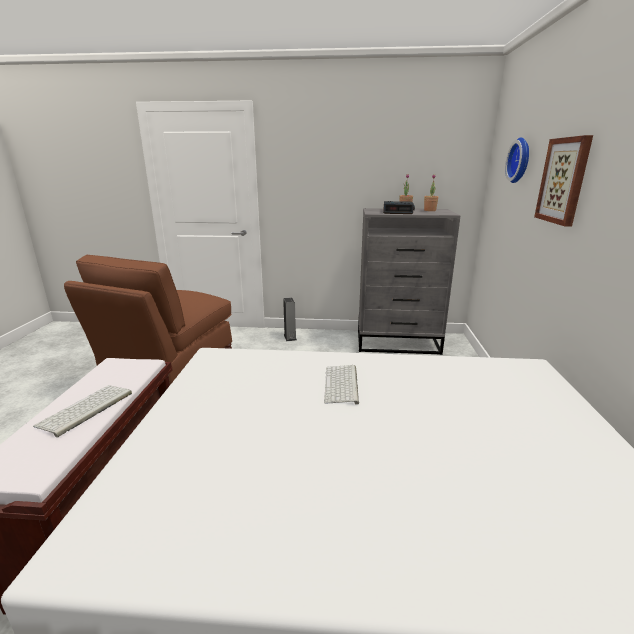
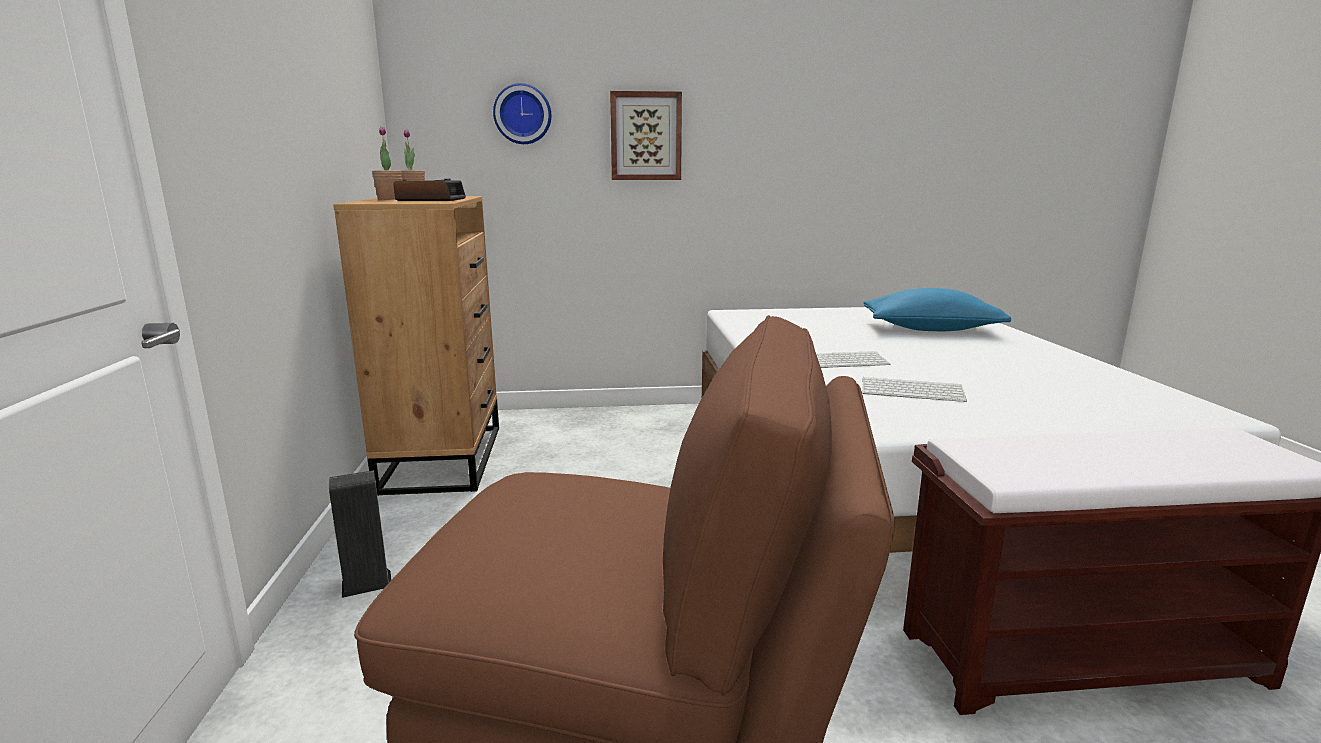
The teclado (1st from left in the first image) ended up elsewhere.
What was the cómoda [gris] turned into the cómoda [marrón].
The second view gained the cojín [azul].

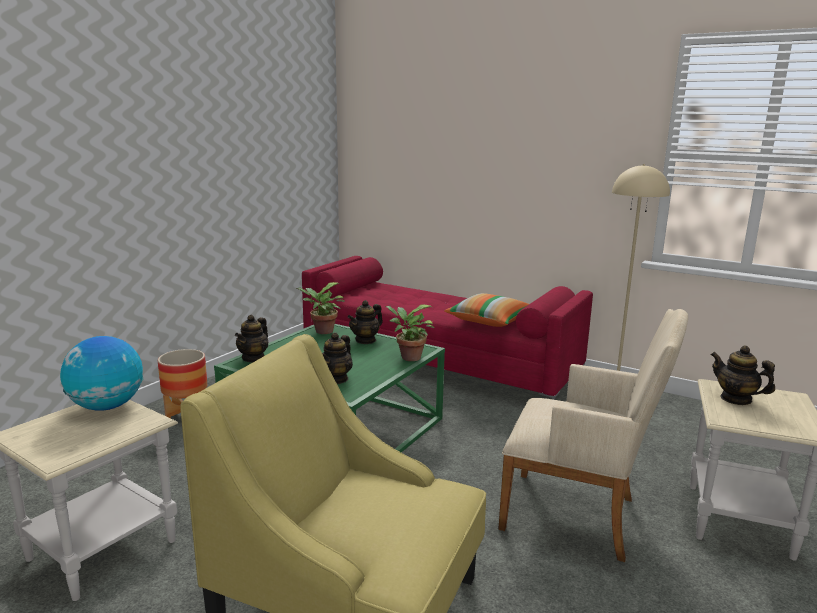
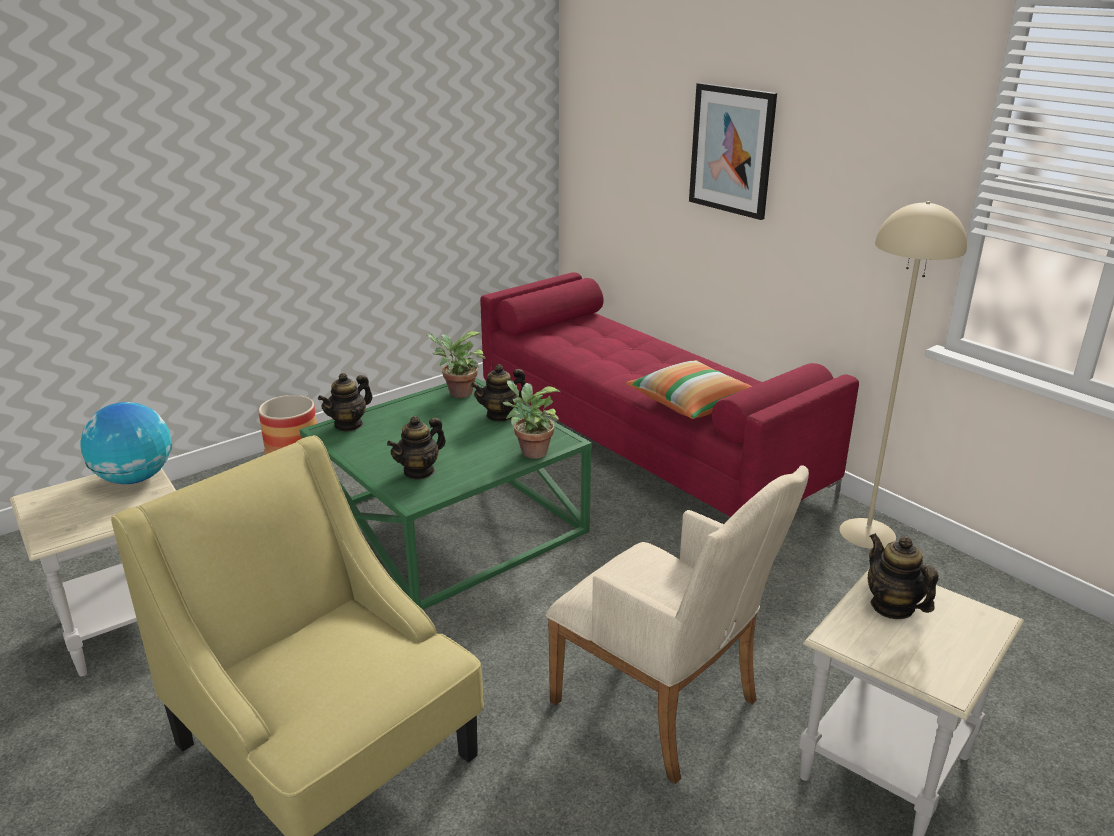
The second view gained the cuadro.

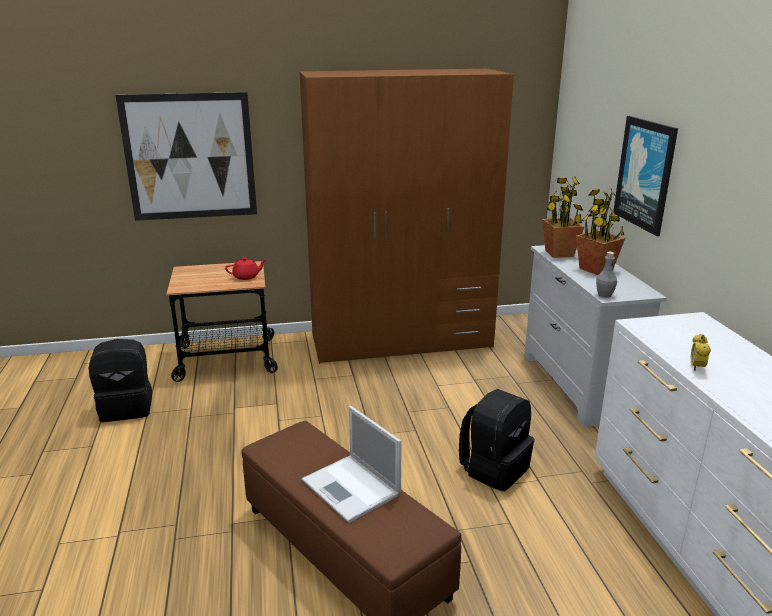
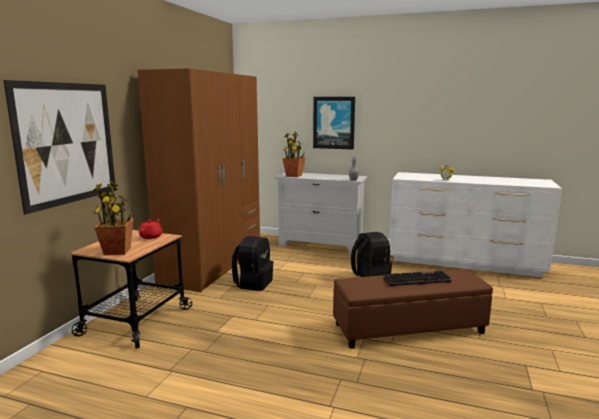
The mochila [negro] (1st from left) ended up elsewhere.
Where the portátil stood, the teclado came to stand.
The planta en maceta (2nd from left in the first image) ended up elsewhere.

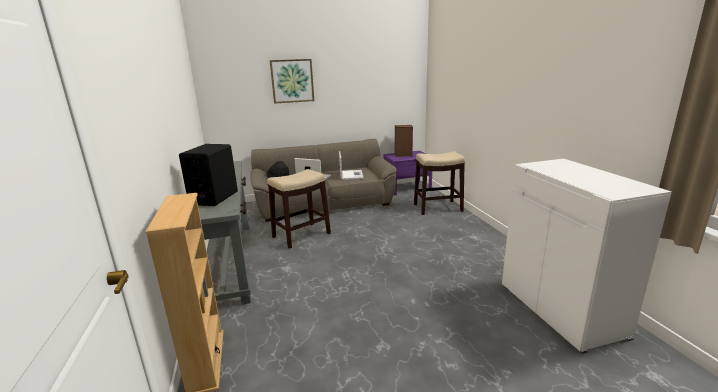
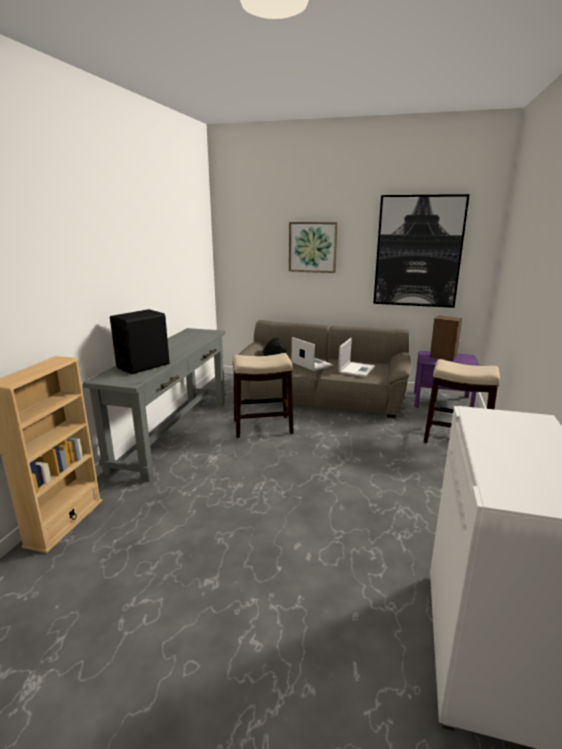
The second view gained the cuadro (2nd from left).

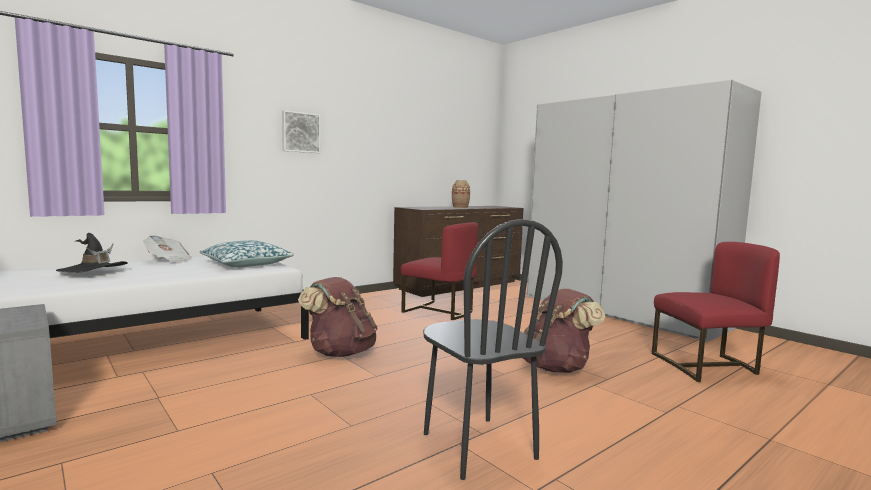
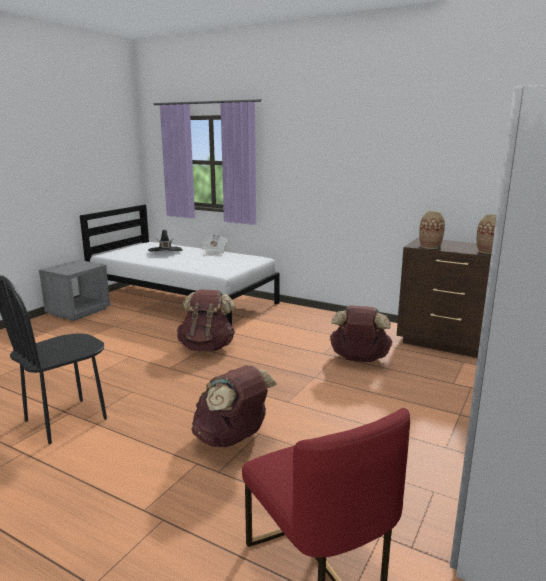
The second view lost the cojín.
The second view lost the cuadro.
Where the silla [rojo] (1st from left) stood, the mochila [marrón] (3rd from left) came to stand.
The second view gained the florero (1st from left).

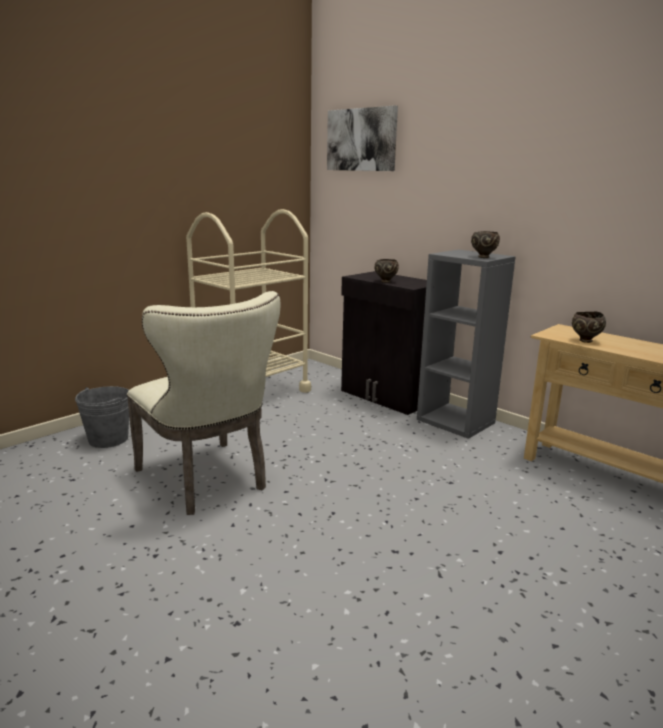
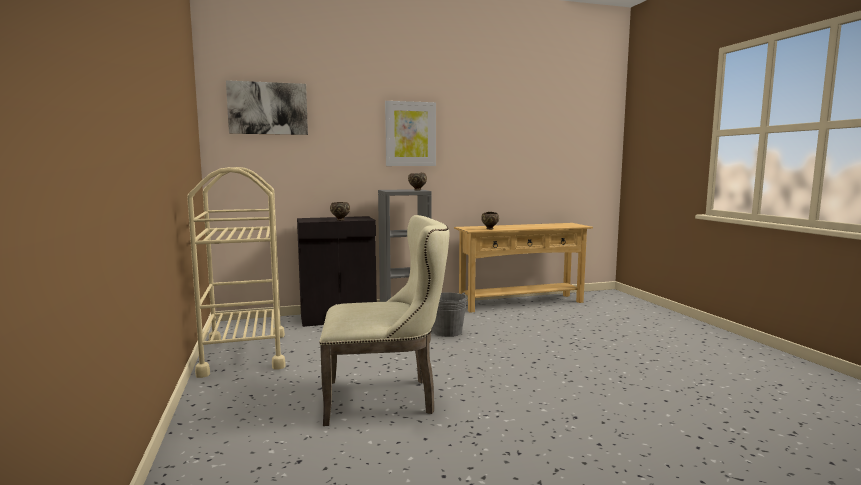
The cubo [gris] ended up elsewhere.
The second view gained the cuadro (2nd from left).

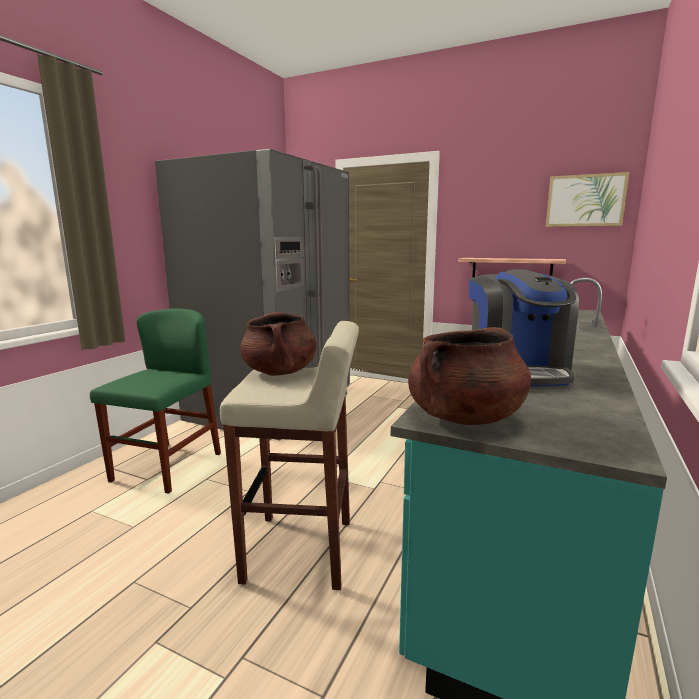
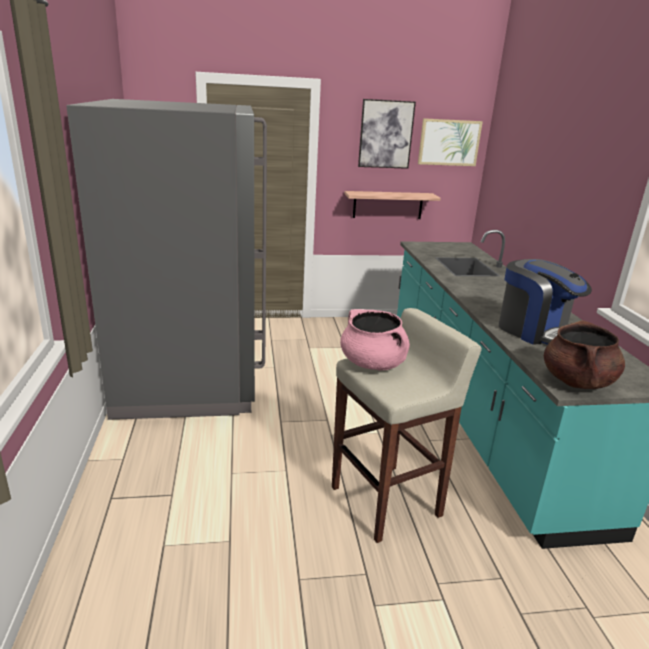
The second view lost the silla [verde].
What was the olla [marrón] (1st from left) turned into the olla [rosa].
The second view gained the cuadro (1st from left).

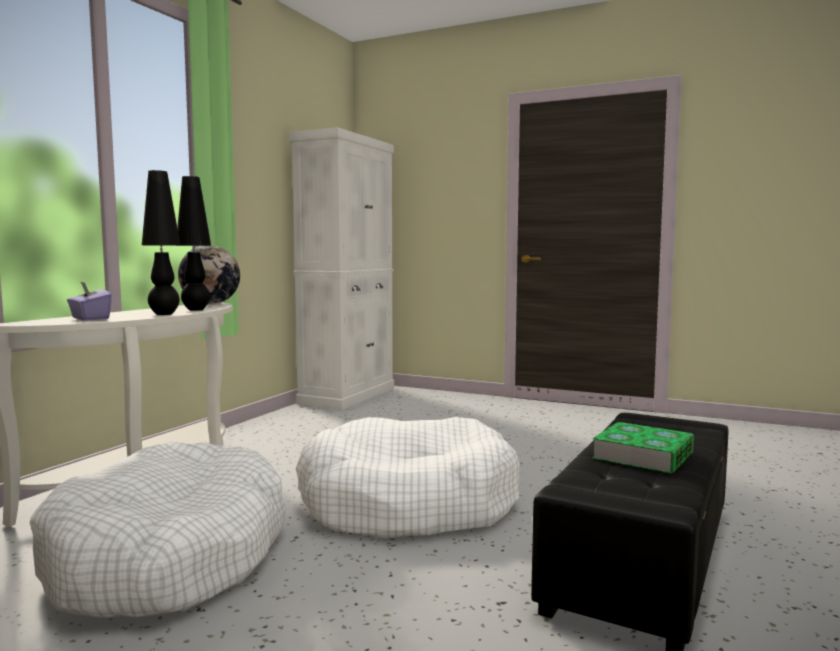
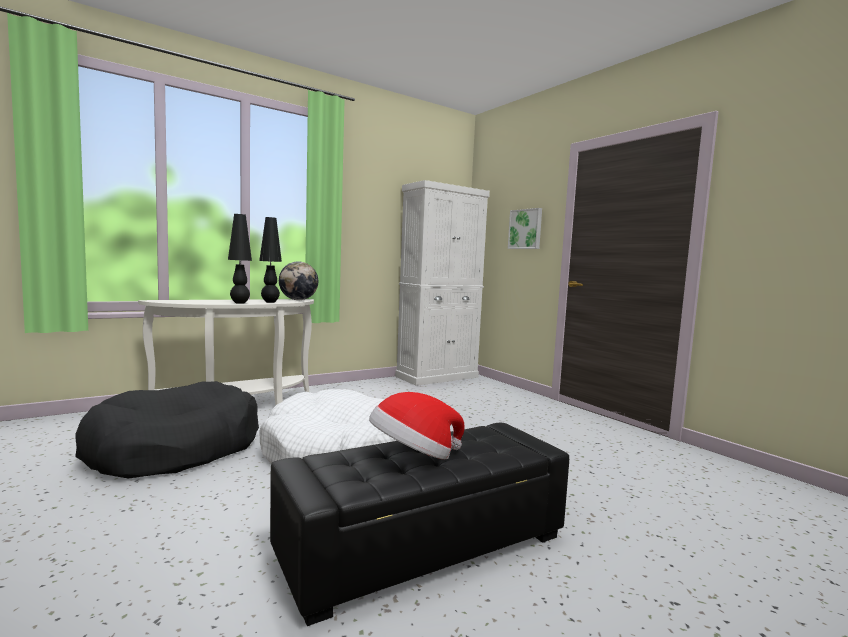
What was the cama para perro [blanco] (1st from left) turned into the cama para perro [negro].
The second view lost the caja de pañuelos [morado].
Where the libro stood, the sombrero came to stand.
The second view gained the cuadro.

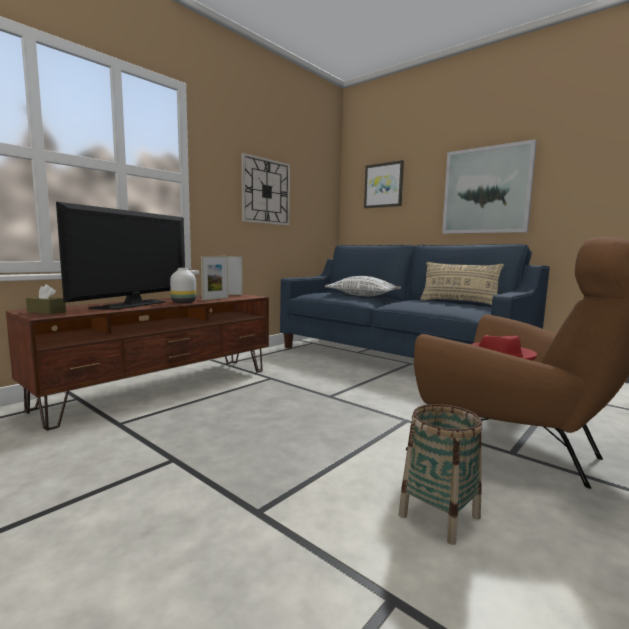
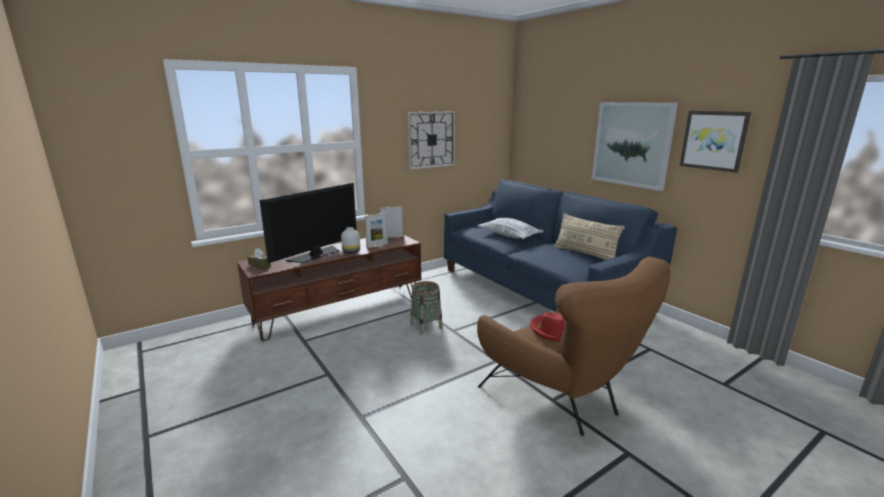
The cuadro (1st from left in the first image) ended up elsewhere.
The cesta ended up elsewhere.

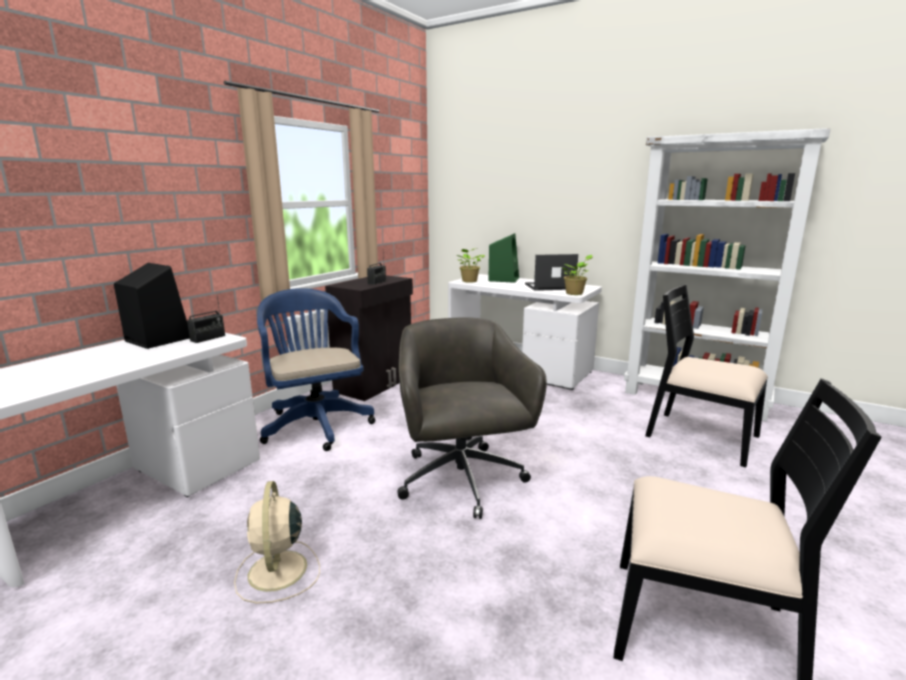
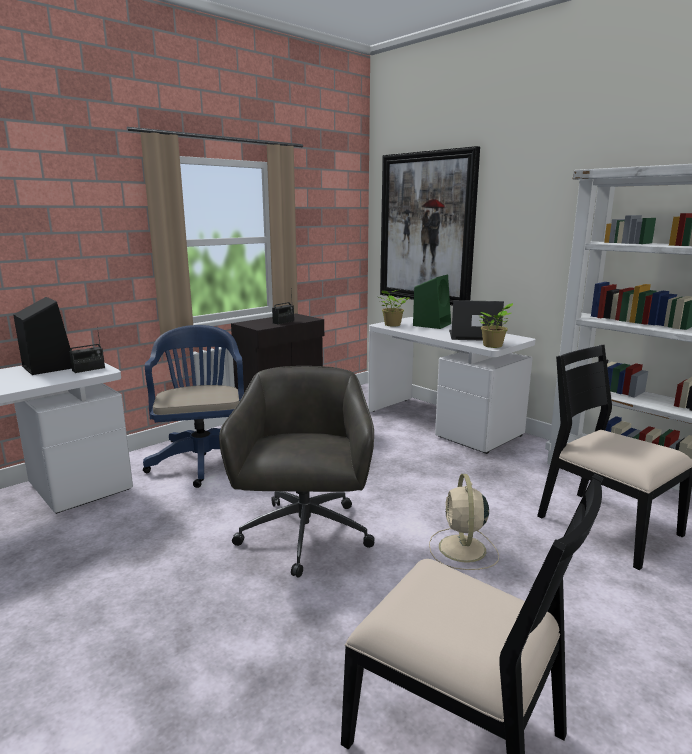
The ventilador [beis] ended up elsewhere.
The second view gained the cuadro.

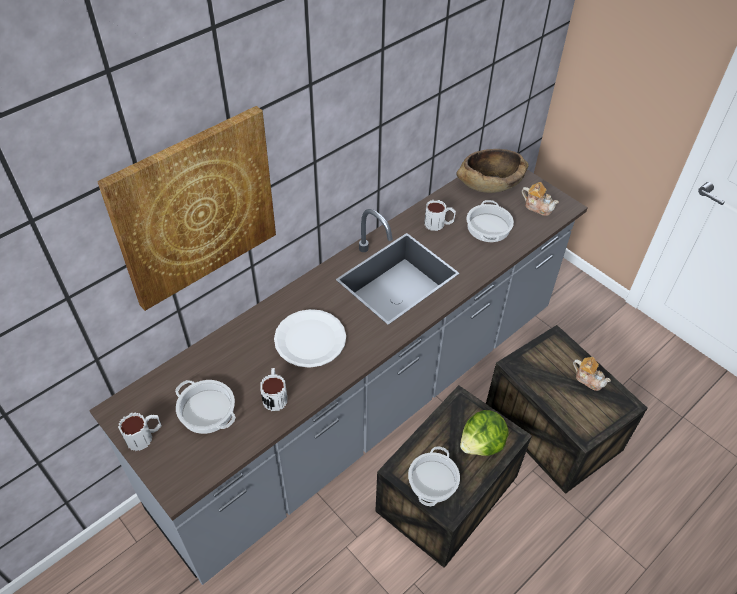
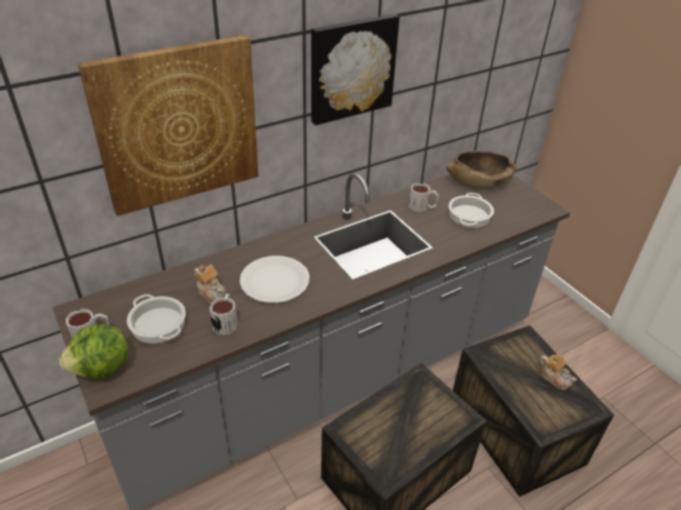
The second view lost the olla (2nd from left).
The lechuga ended up elsewhere.
The tetera (1st from left) ended up elsewhere.
The second view gained the cuadro (2nd from left).

